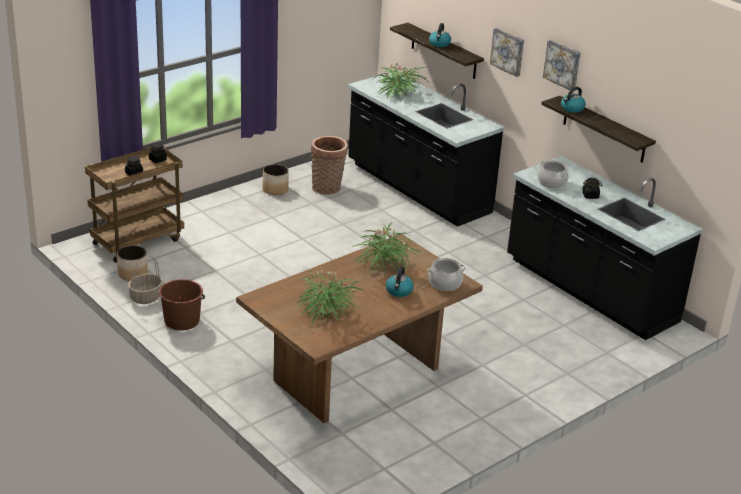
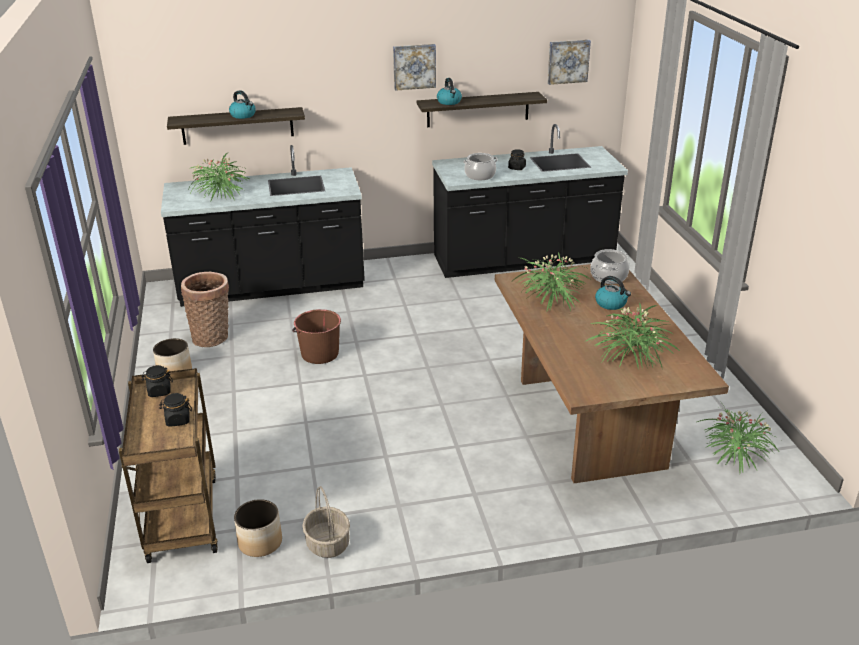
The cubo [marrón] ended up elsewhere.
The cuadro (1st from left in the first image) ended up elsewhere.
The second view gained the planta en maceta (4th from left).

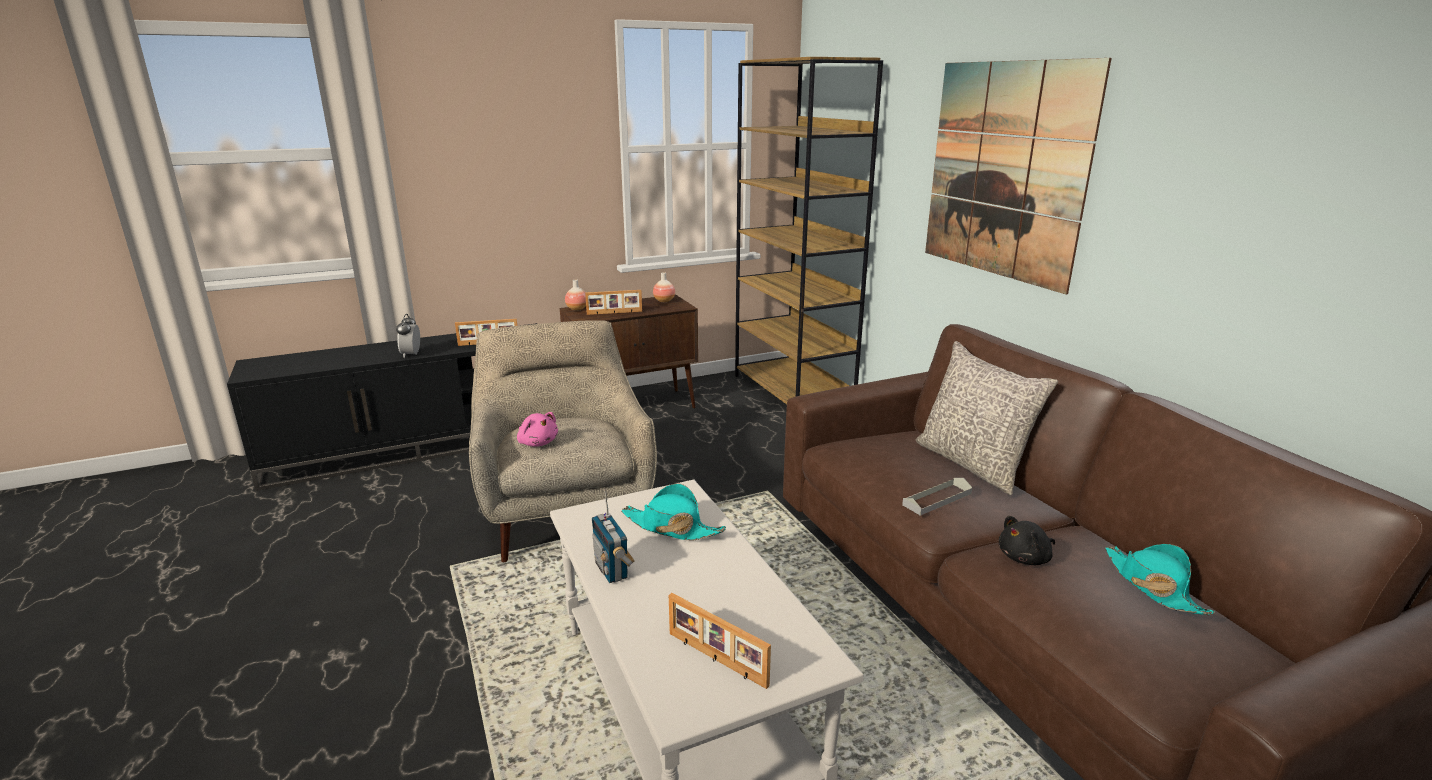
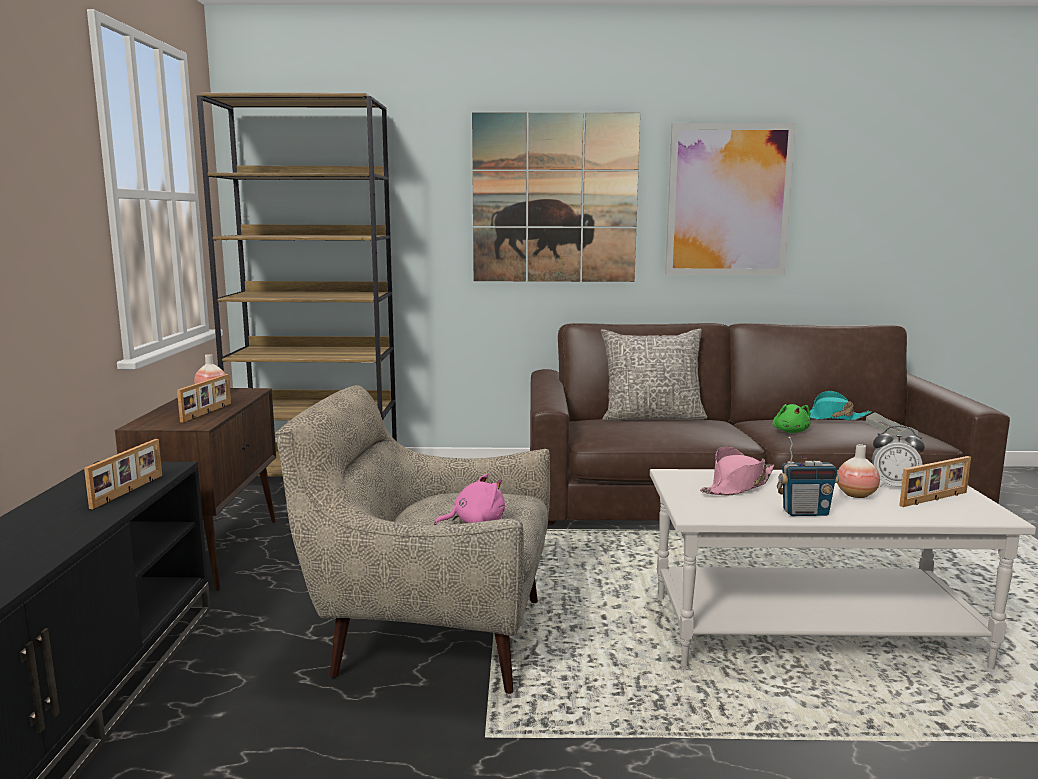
The despertador ended up elsewhere.
The florero (1st from left in the first image) ended up elsewhere.
What was the sombrero [turquesa] (1st from left) turned into the sombrero [rosa].
The bandeja [gris] ended up elsewhere.
What was the peluche [negro] turned into the peluche [verde].
The second view gained the cuadro (2nd from left).

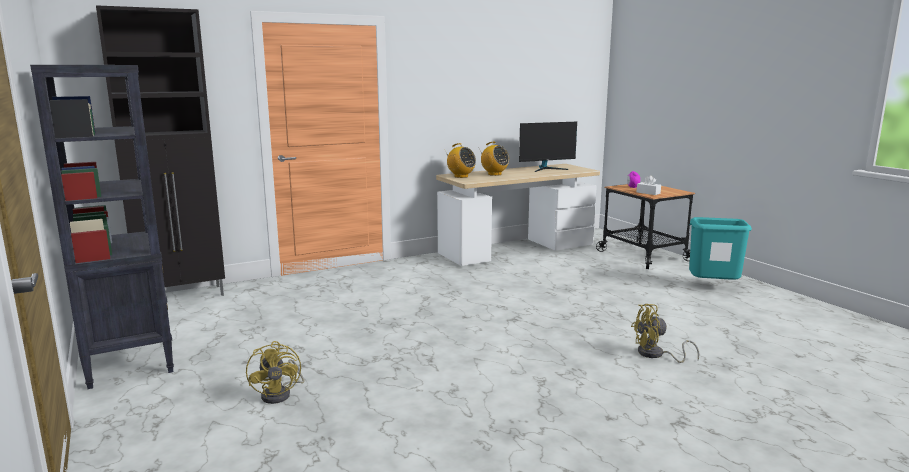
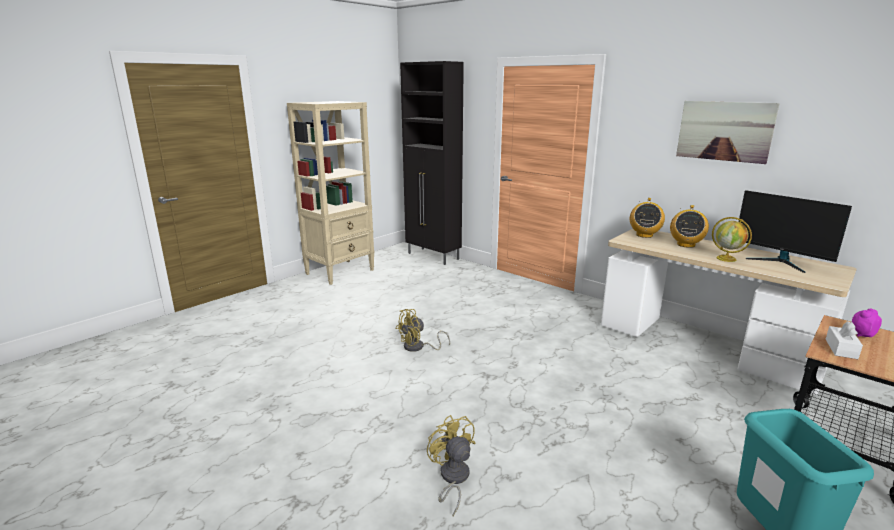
What was the estantería [negro] turned into the estantería [beis].
The ventilador [amarillo] (1st from left) ended up elsewhere.
The second view gained the cuadro.
The second view gained the globo terráqueo.

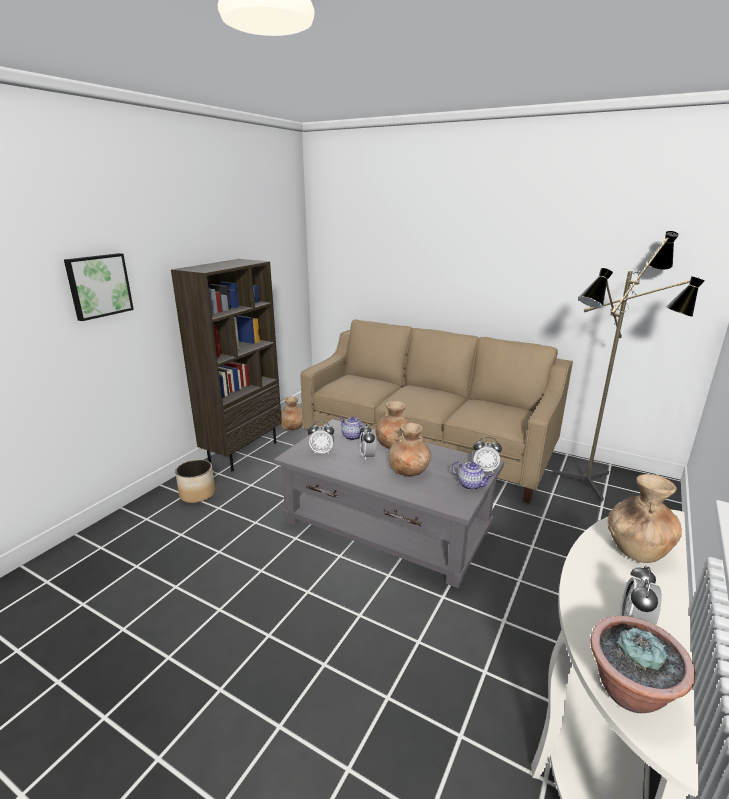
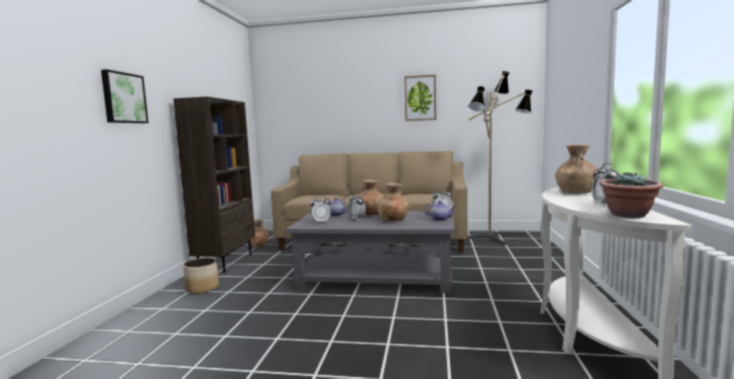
The second view gained the cuadro (2nd from left).

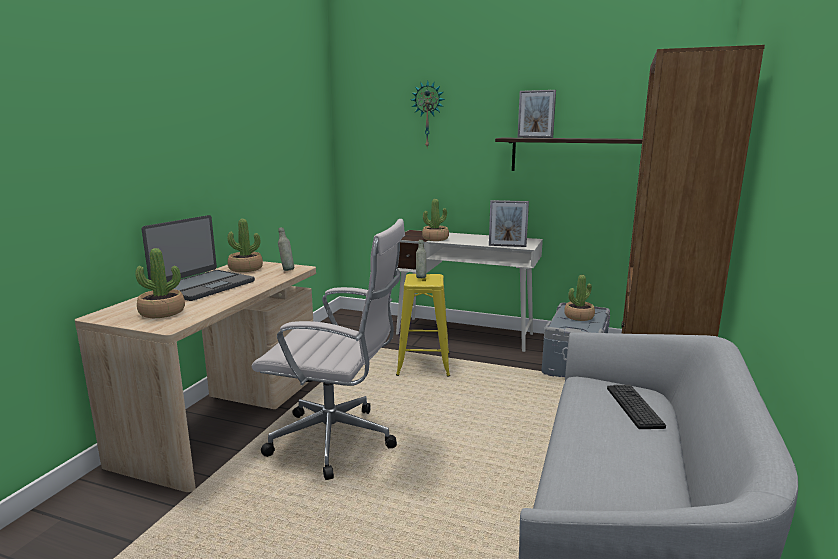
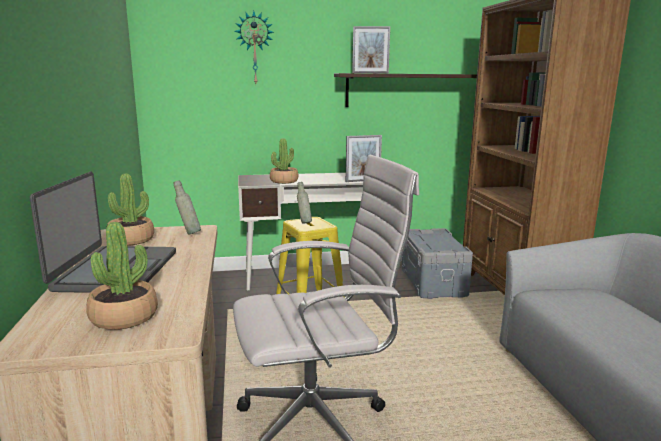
The second view lost the planta en maceta (4th from left).
The second view lost the teclado.

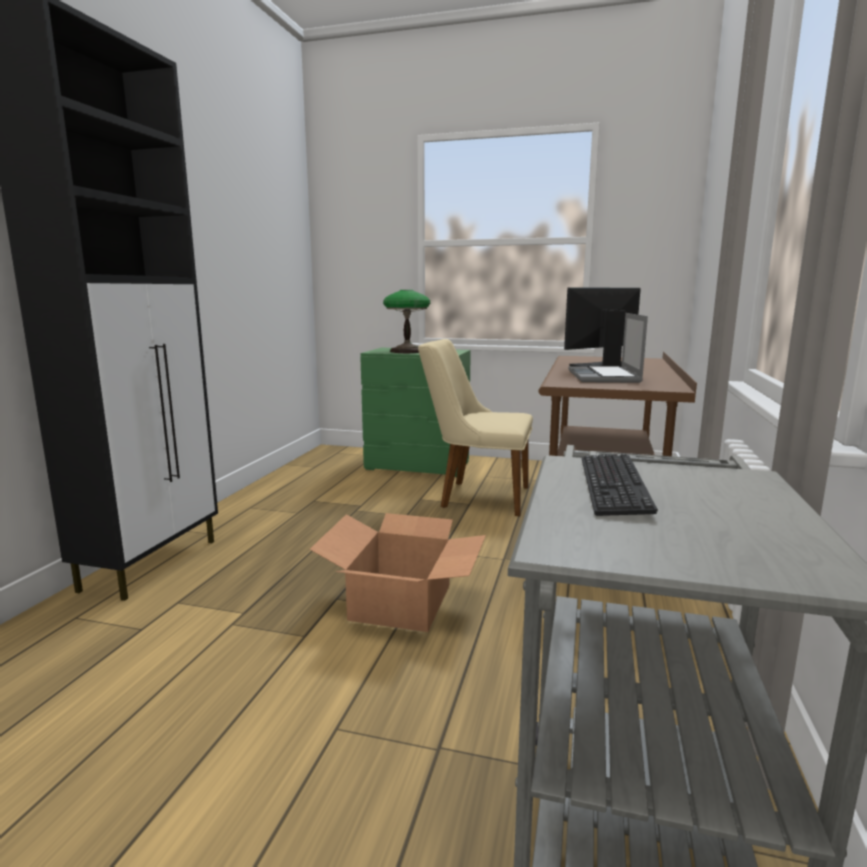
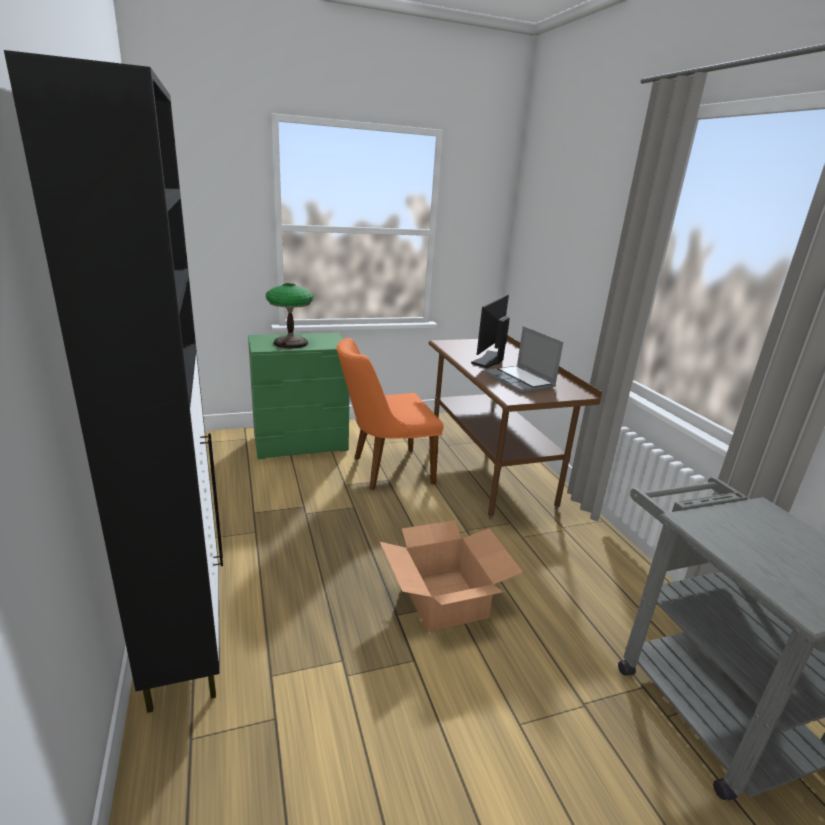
What was the silla [beis] turned into the silla [naranja].
The second view lost the teclado.

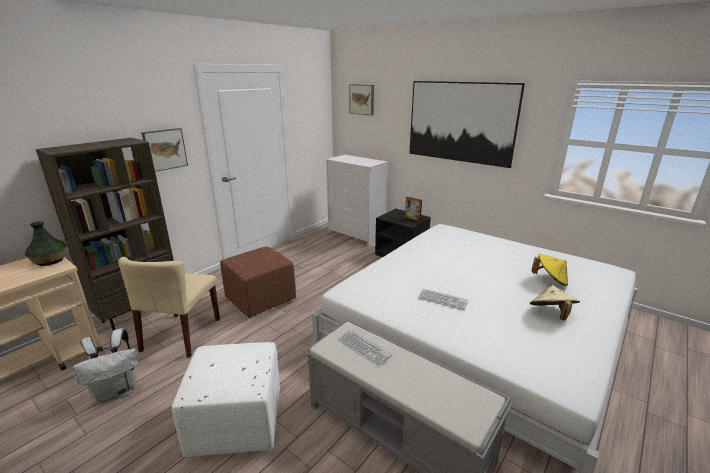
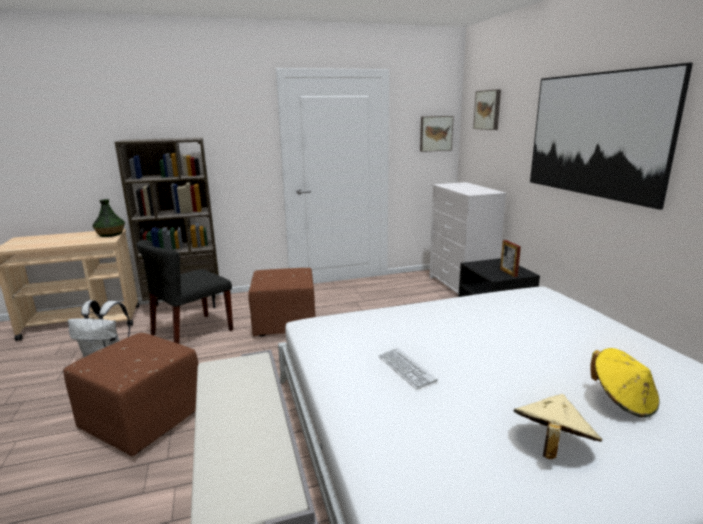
What was the silla [beis] turned into the silla [negro].
The cuadro (1st from left) ended up elsewhere.
What was the puf [blanco] turned into the puf [marrón] (1st from left).
The second view lost the teclado (1st from left).

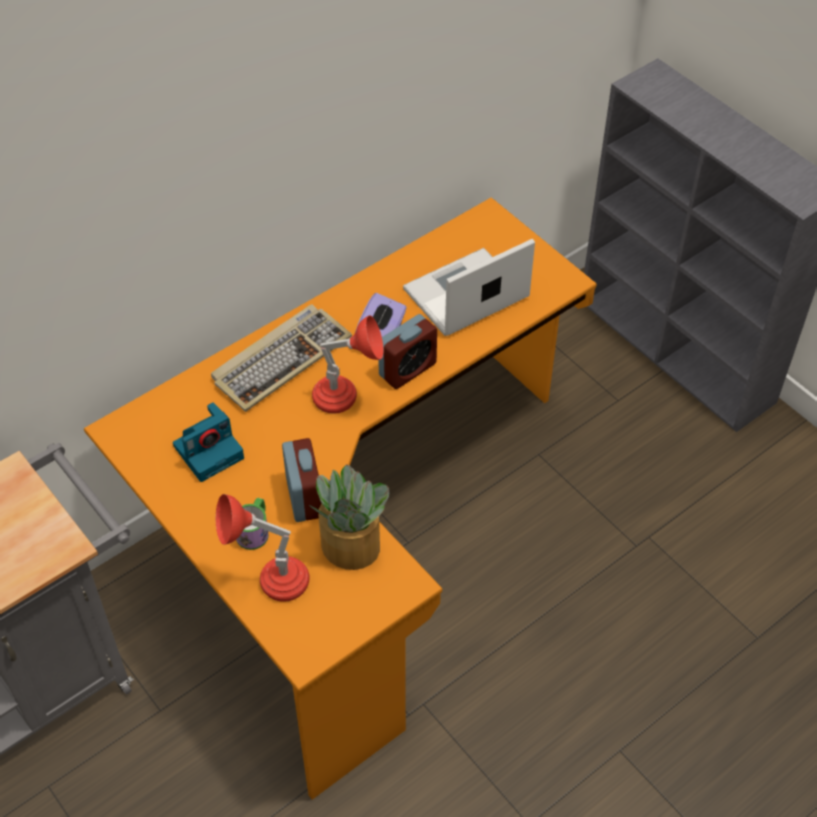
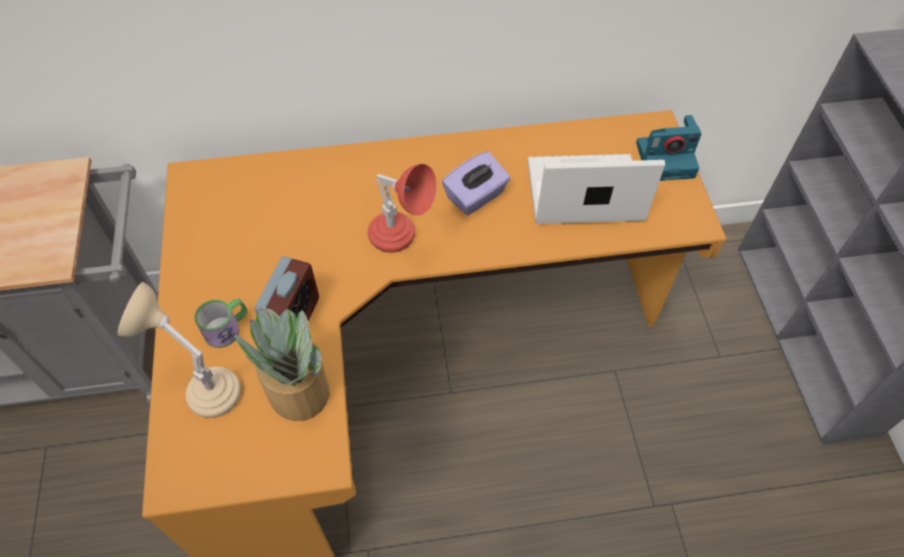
The cámara ended up elsewhere.
The second view lost the teclado.
What was the lámpara de mesa [rojo] (1st from left) turned into the lámpara de mesa [beis].
The second view lost the despertador (2nd from left).

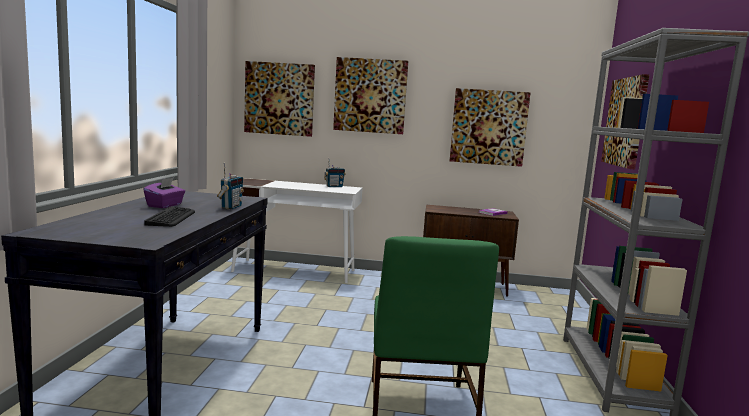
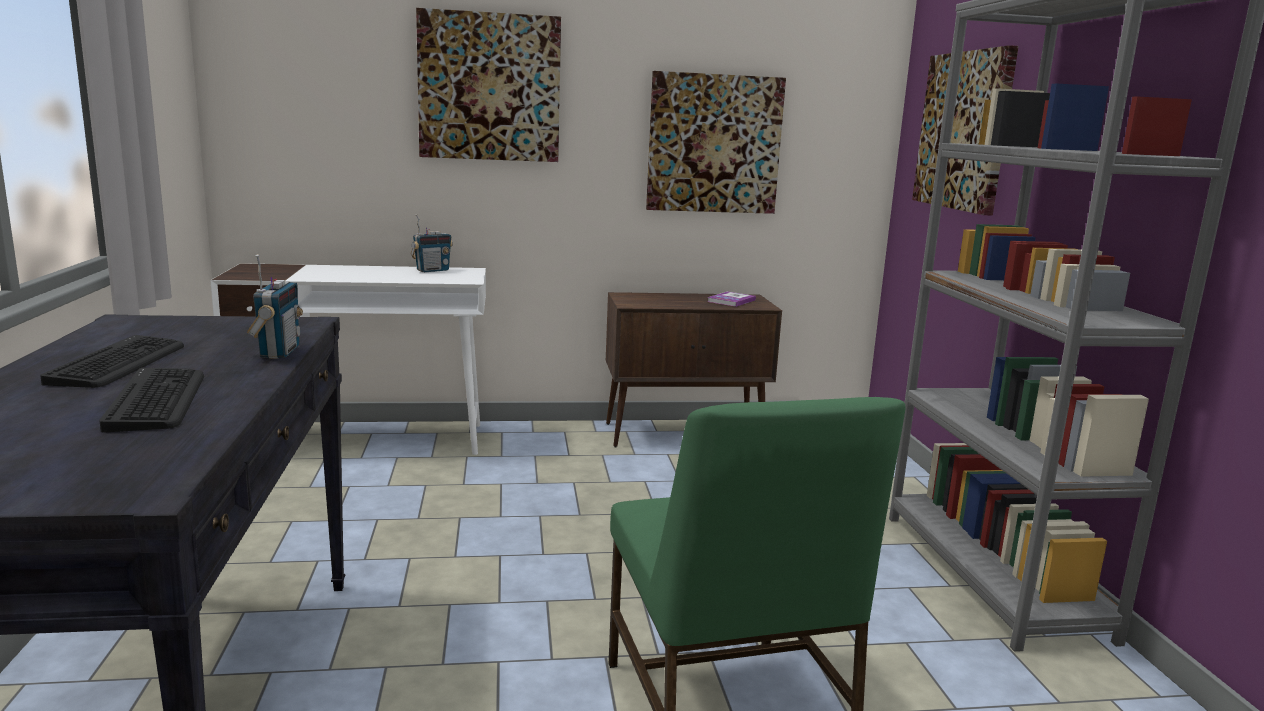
Where the caja de pañuelos [morado] stood, the teclado (1st from left) came to stand.
The second view lost the cuadro (1st from left).

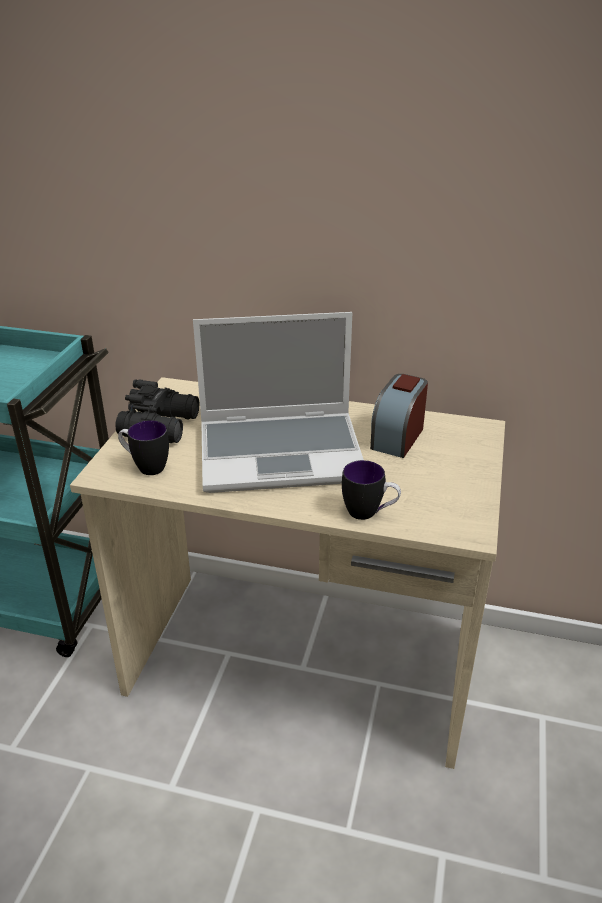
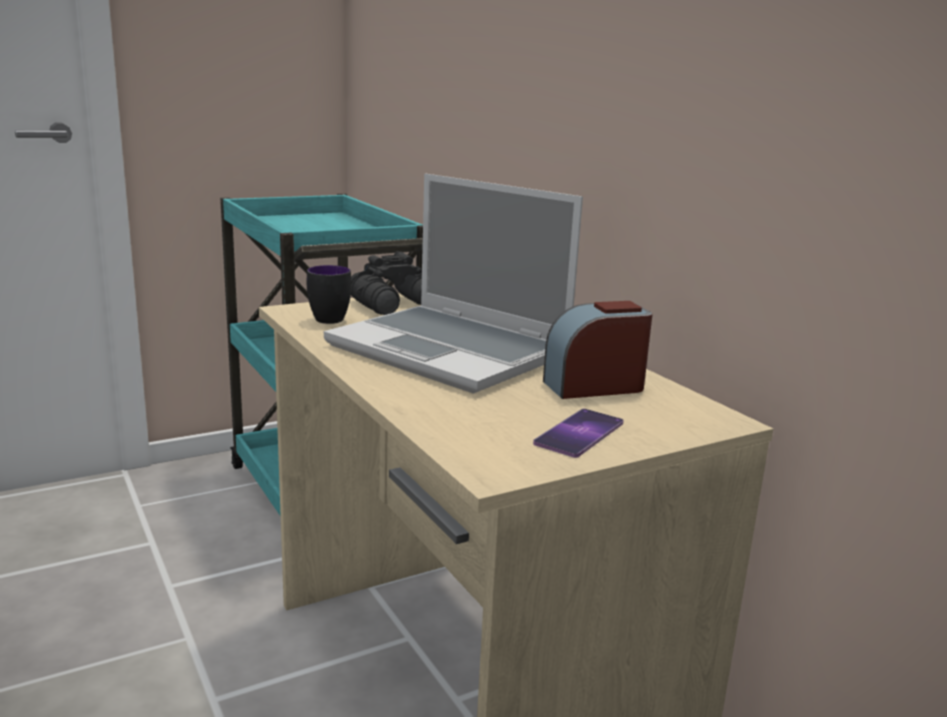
The second view lost the taza grande (2nd from left).
The second view gained the móvil.

